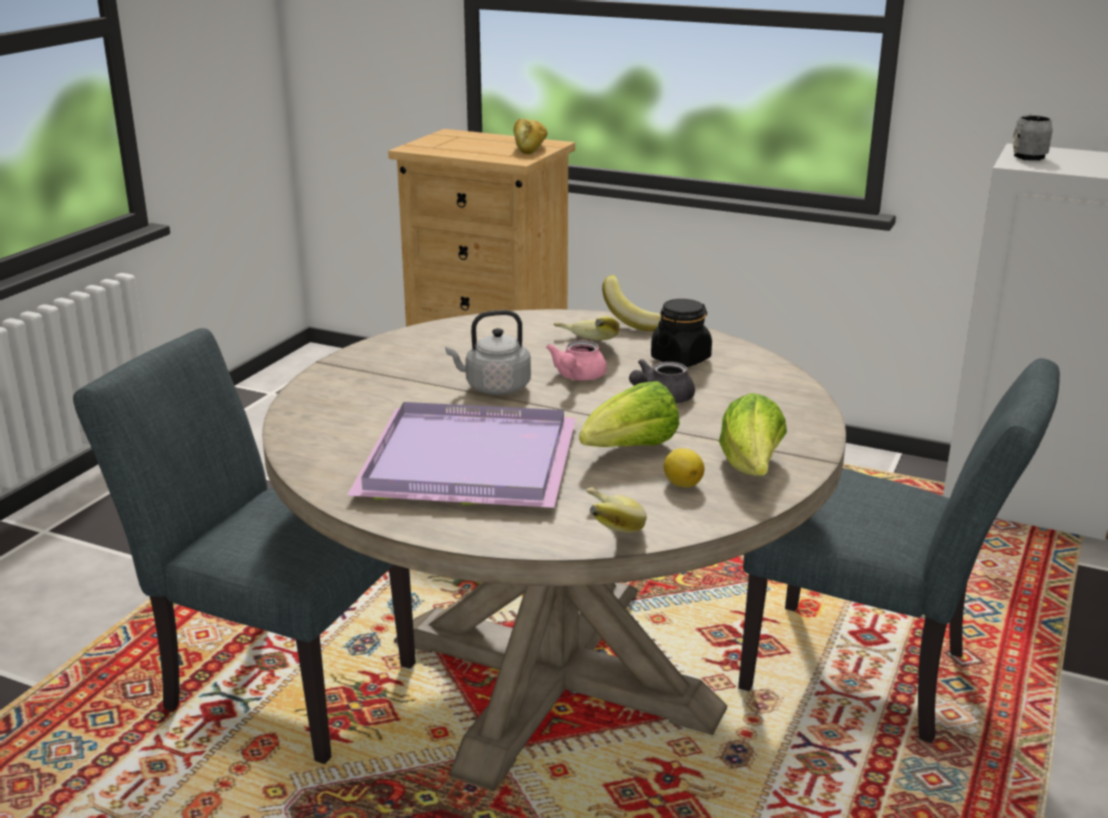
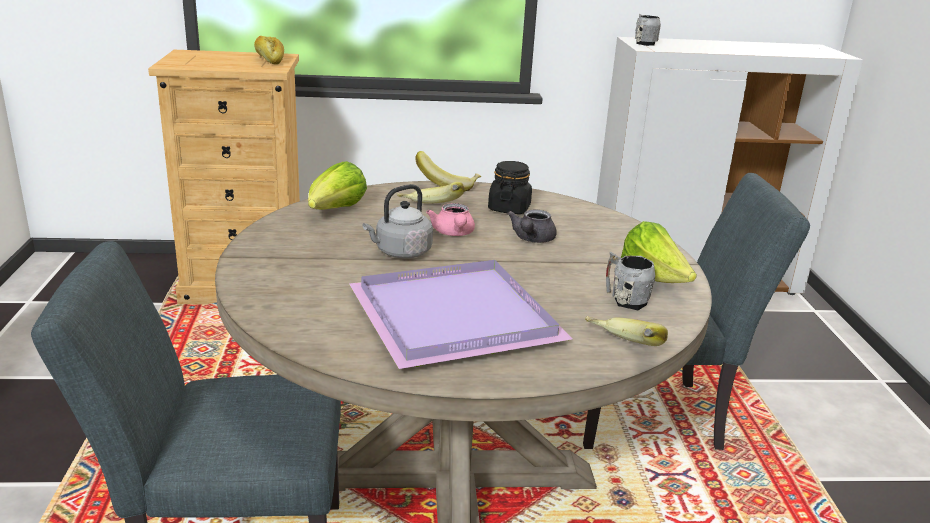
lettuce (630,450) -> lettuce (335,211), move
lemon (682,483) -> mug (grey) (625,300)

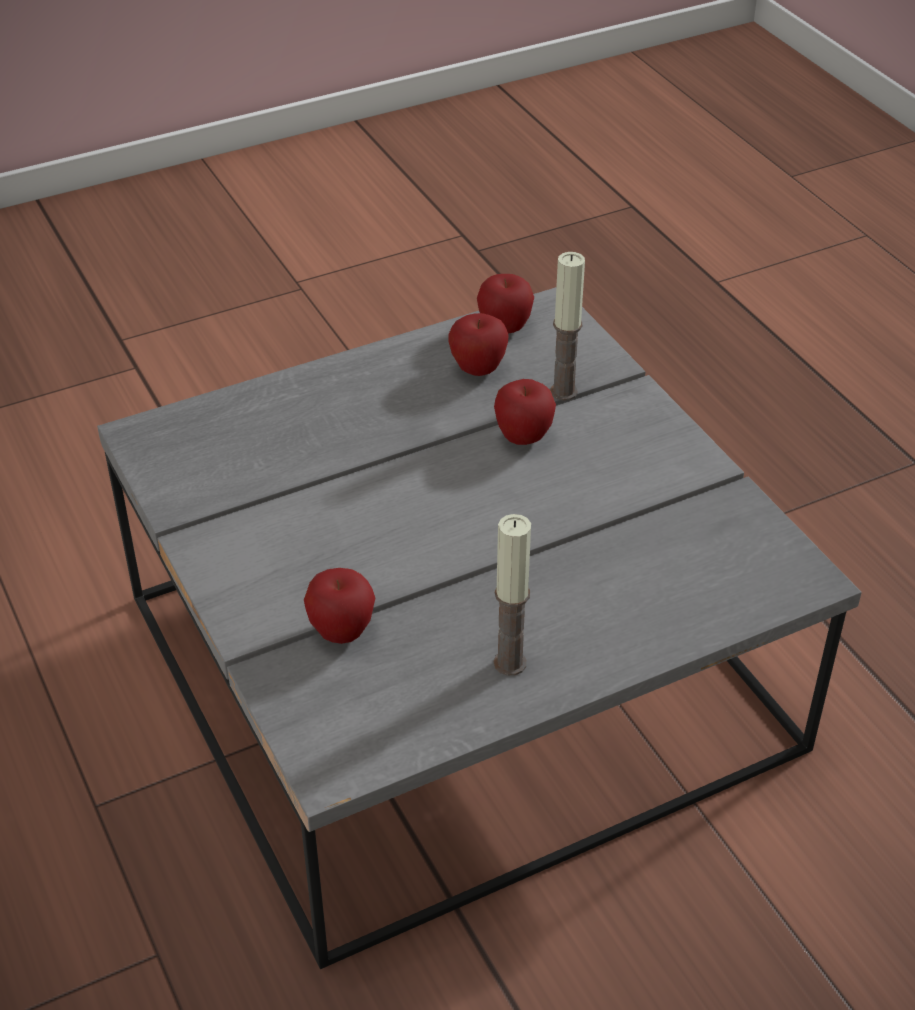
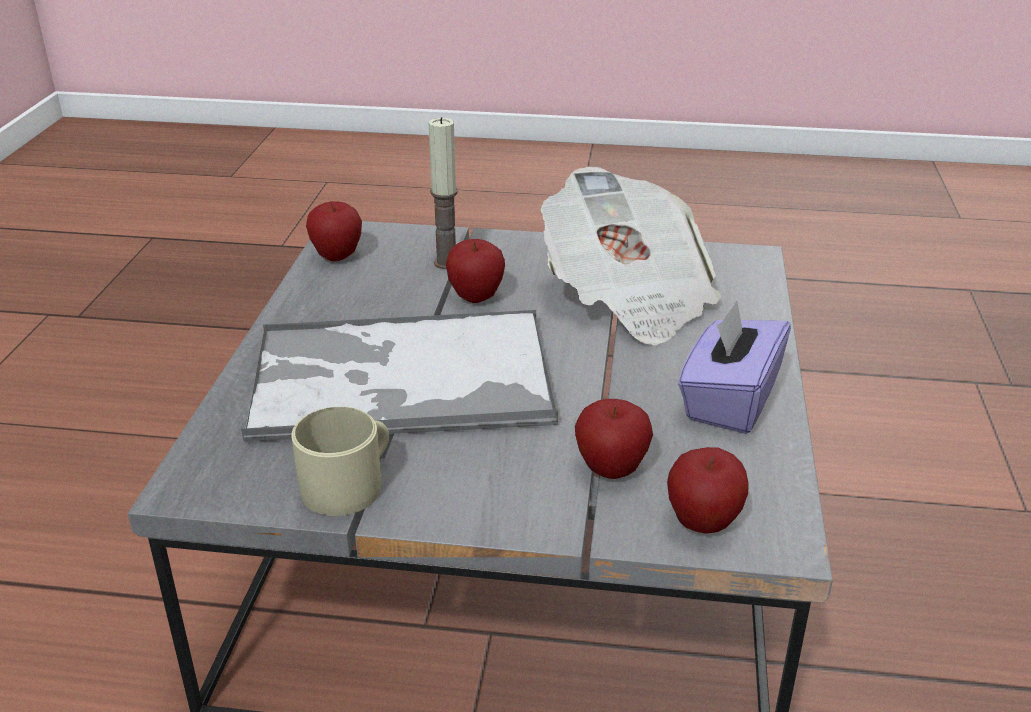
none -> tray (399,379)
none -> mug (beige) (349,484)
none -> newspaper (628,297)
apple (478,369) -> apple (703,523), move
candle (510,663) -> tissue box (purple) (729,401)

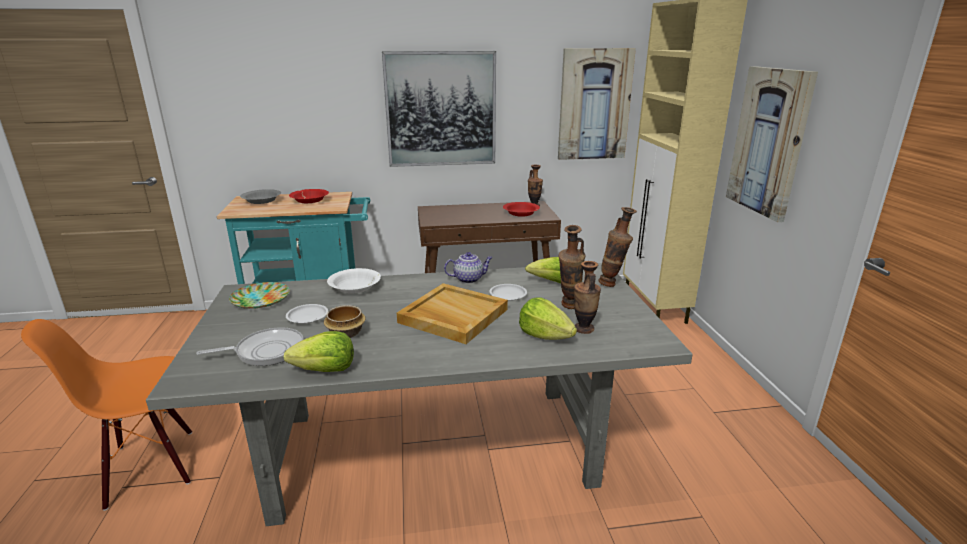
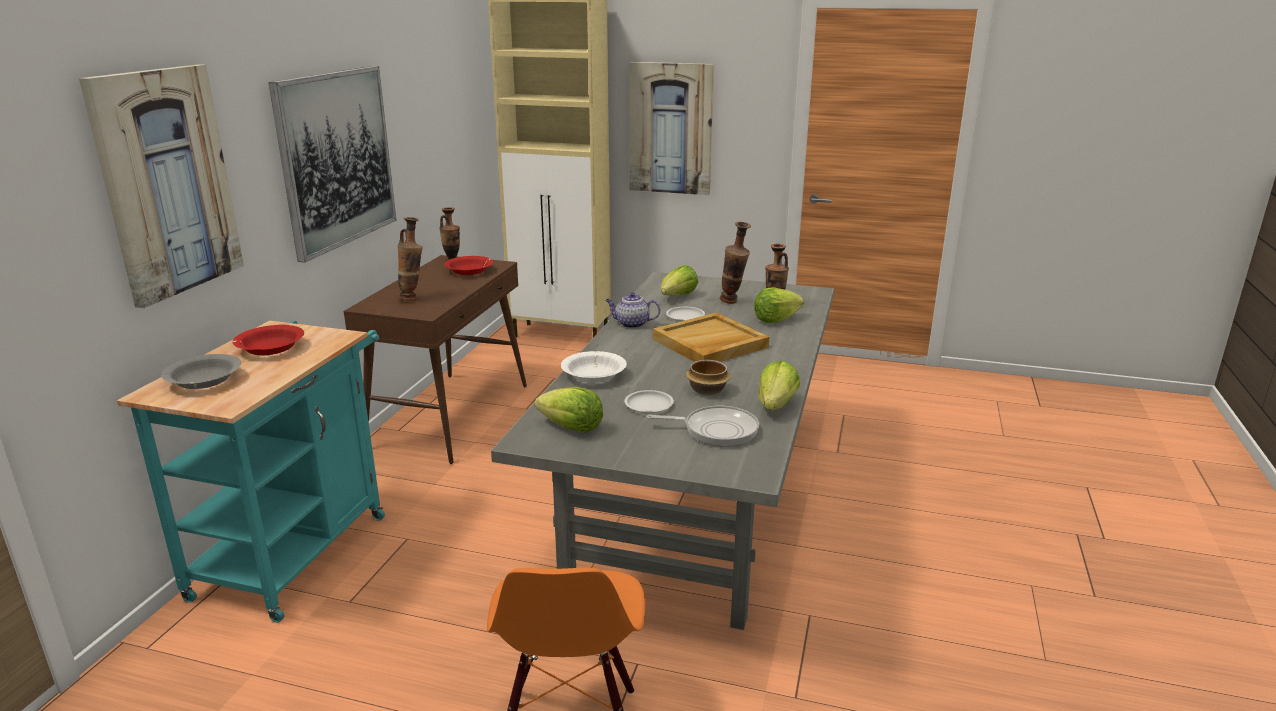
picture (594,105) -> picture (166,183), move
vase (613,285) -> vase (413,299), move
plate (260,299) -> lettuce (571,428)
frying pan (266,351) -> frying pan (716,430), 90 degrees clockwise
teapot (469,279) -> teapot (631,324), 90 degrees counterclockwise

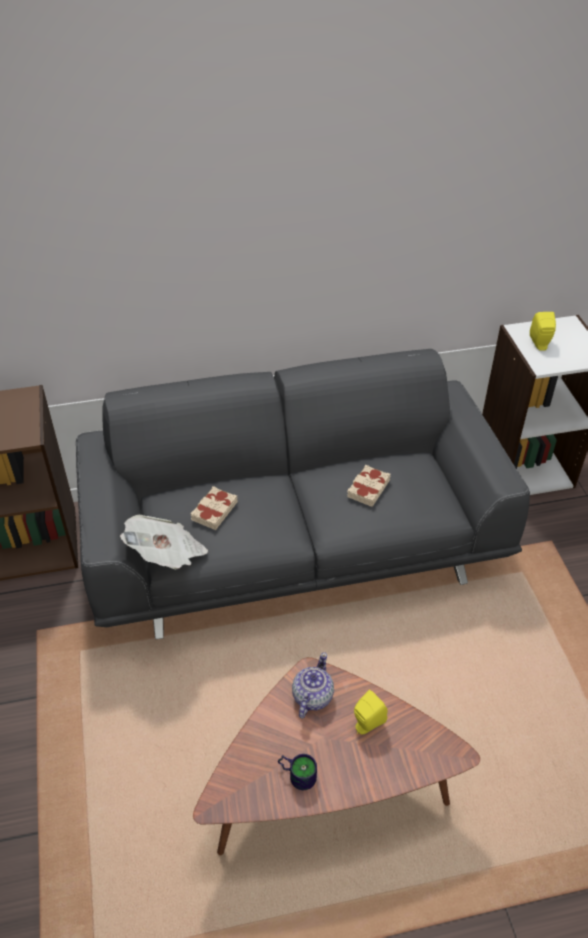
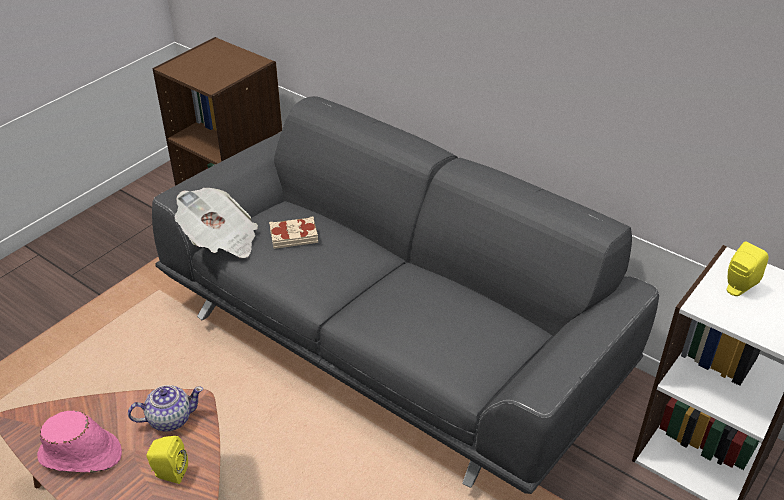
book (beige) (368,488) -> none
mug (297,773) -> hat (pink) (81,455)

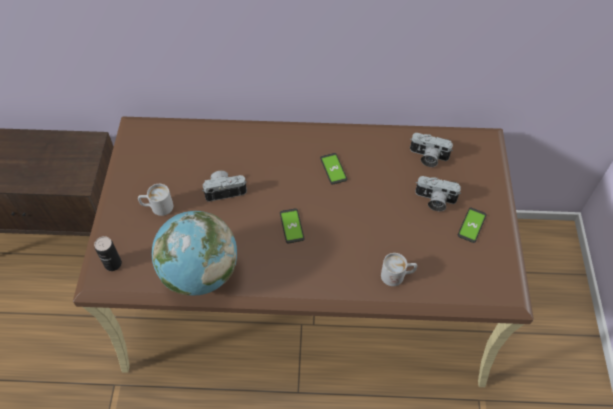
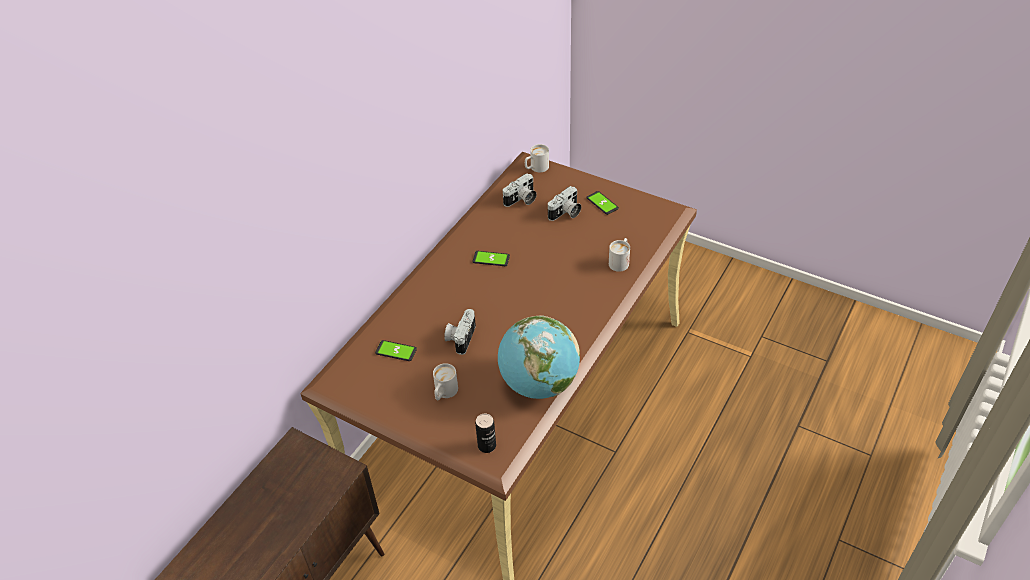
none -> mug (white) (536,168)
phone (291,226) -> phone (396,351), move

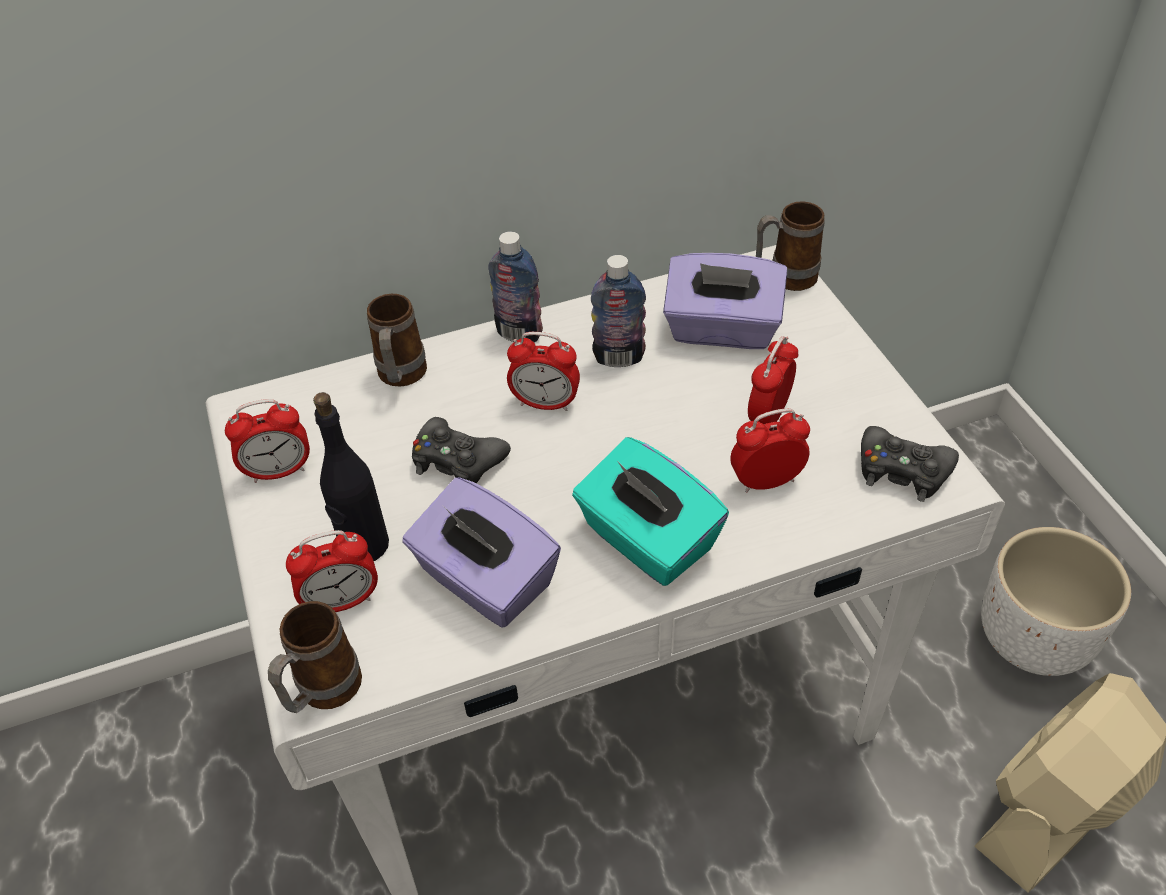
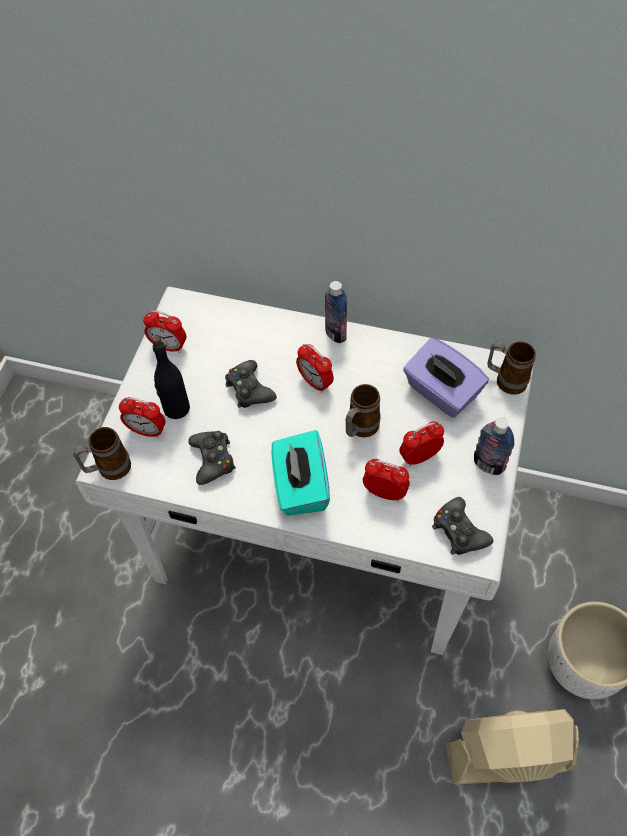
mug (401,378) -> mug (359,429), move
bottle (619,357) -> bottle (488,465), move
tissue box (purple) (485,581) -> game controller (black) (213,460)

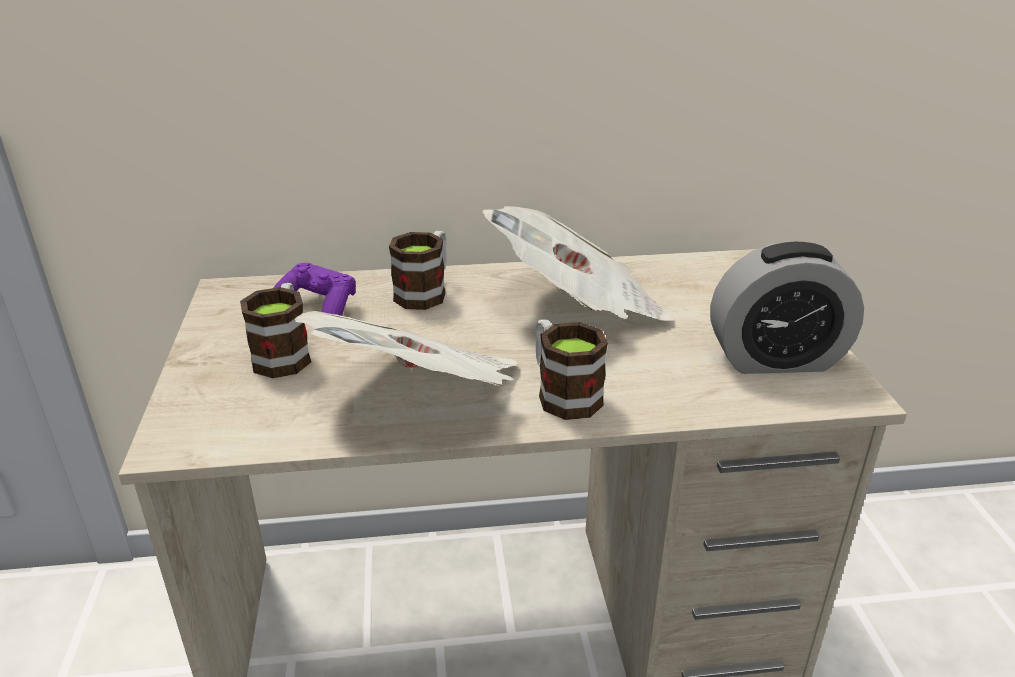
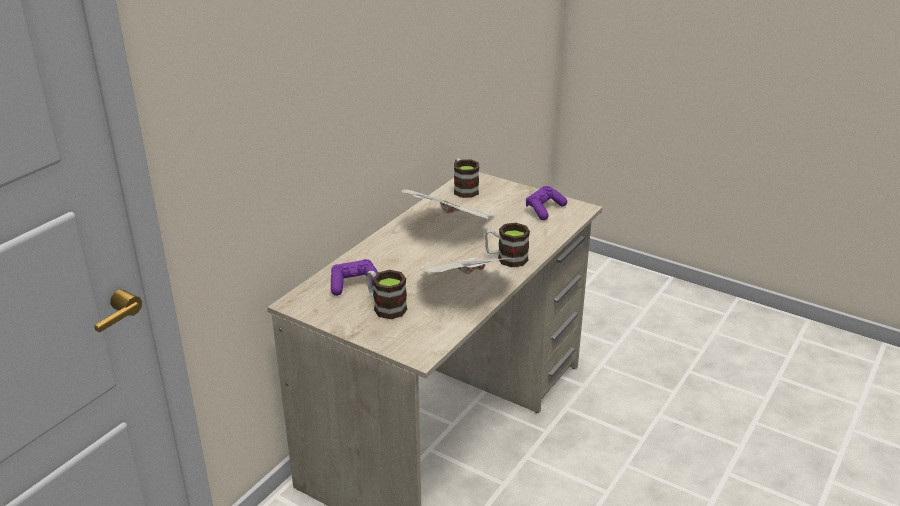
mug (426,292) -> mug (463,189), move
alarm clock (775,359) -> game controller (purple) (544,209)

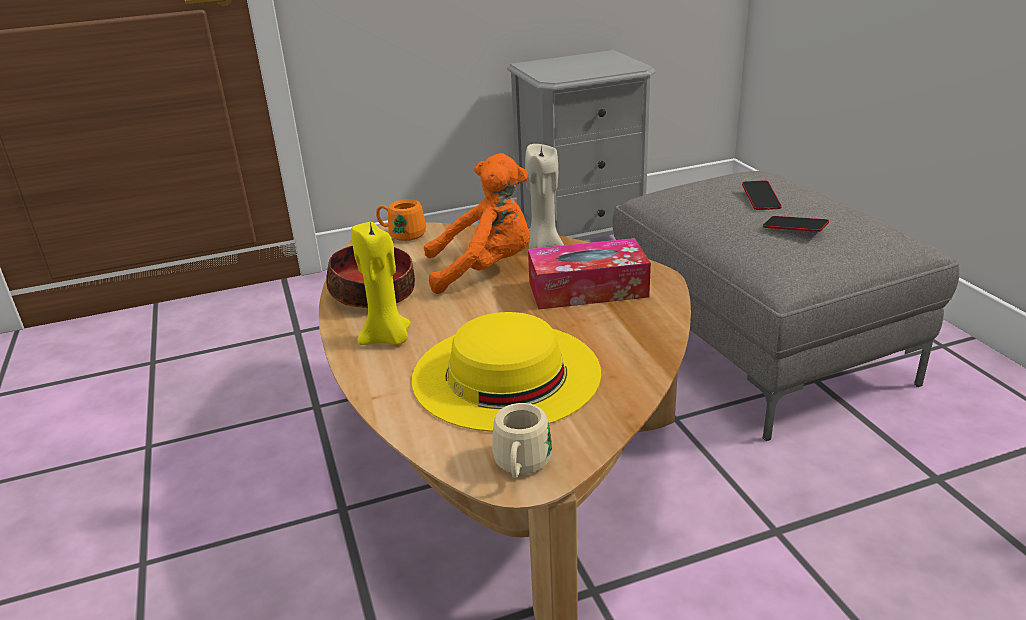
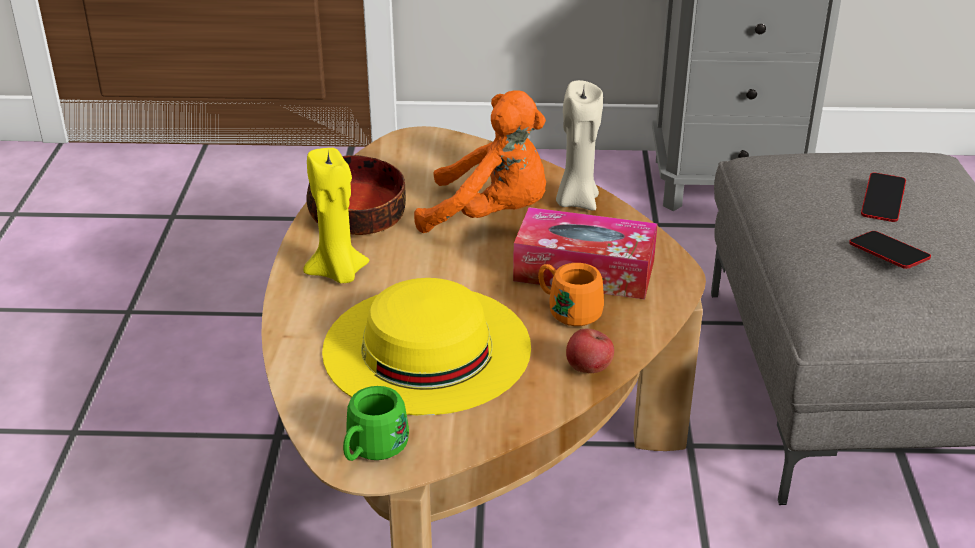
none -> apple (588,368)
mug (orange) (402,235) -> mug (orange) (568,310), move
mug (beige) (521,466) -> mug (green) (372,450)

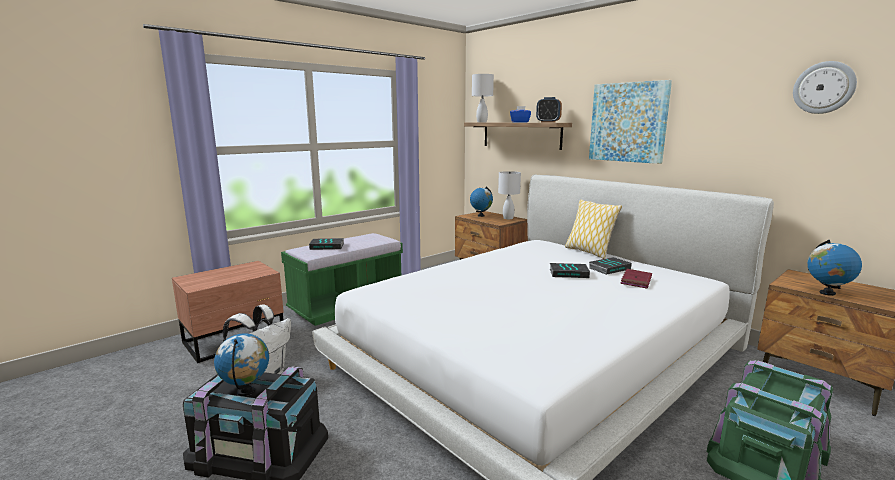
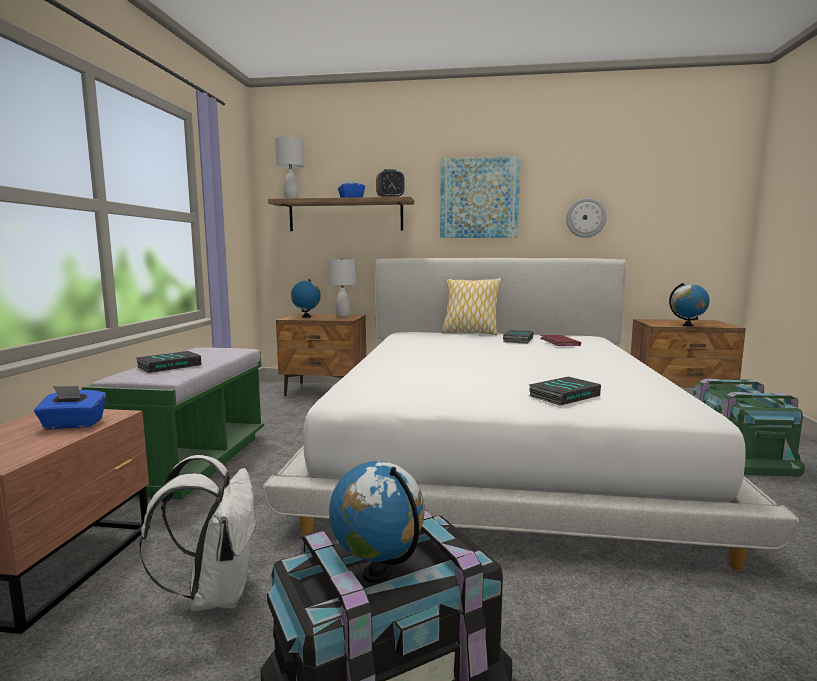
none -> tissue box (blue) (73,425)
book (569,273) -> book (563,395), move
wall clock (823,87) -> wall clock (586,218), move

